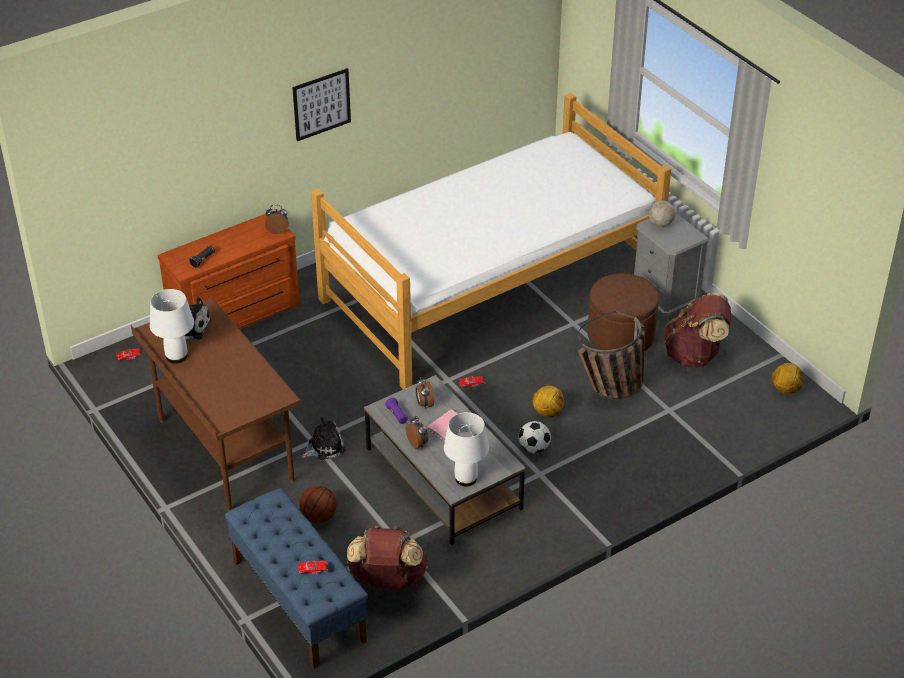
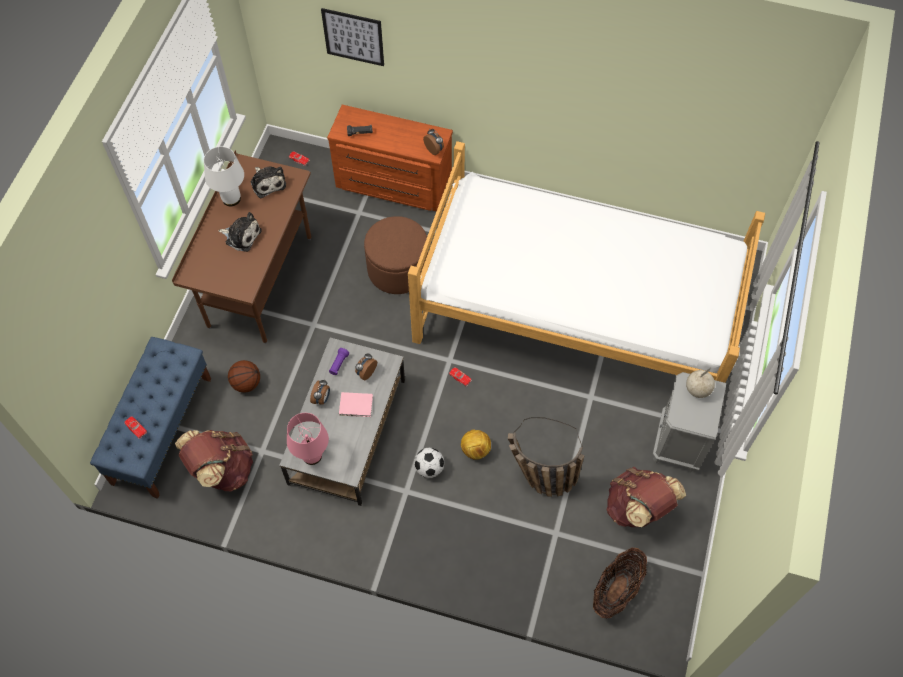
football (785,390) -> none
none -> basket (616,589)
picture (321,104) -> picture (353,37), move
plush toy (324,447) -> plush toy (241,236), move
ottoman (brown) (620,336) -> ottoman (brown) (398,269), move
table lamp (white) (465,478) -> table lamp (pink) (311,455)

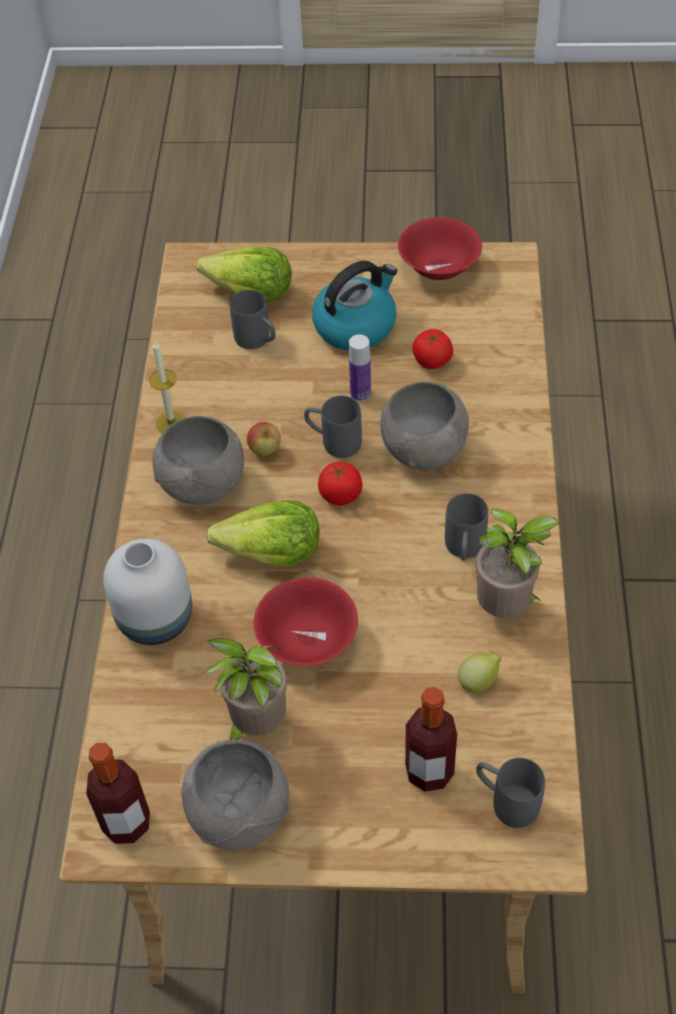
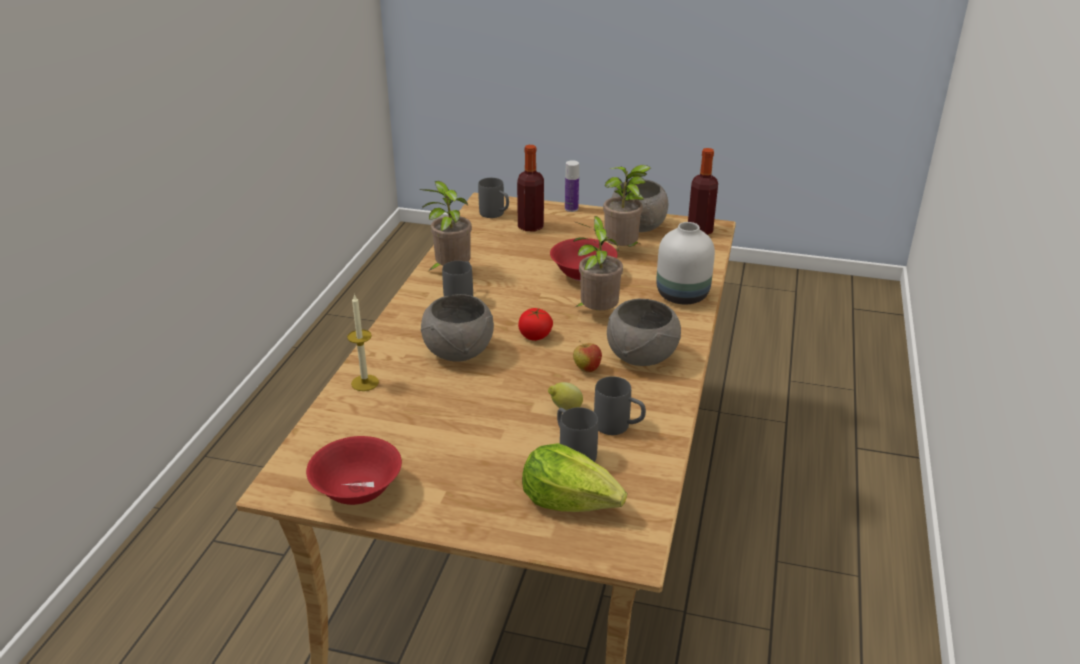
kettle (355,326) -> none
tomato (431,361) -> none
candle (171,422) -> candle (365,383), move
mug (grey) (333,441) -> mug (grey) (619,427), move
bottle (360,394) -> bottle (571,209), move
lemon (479,681) -> lemon (565,409), move
lettuce (271,553) -> potted plant (596,314)

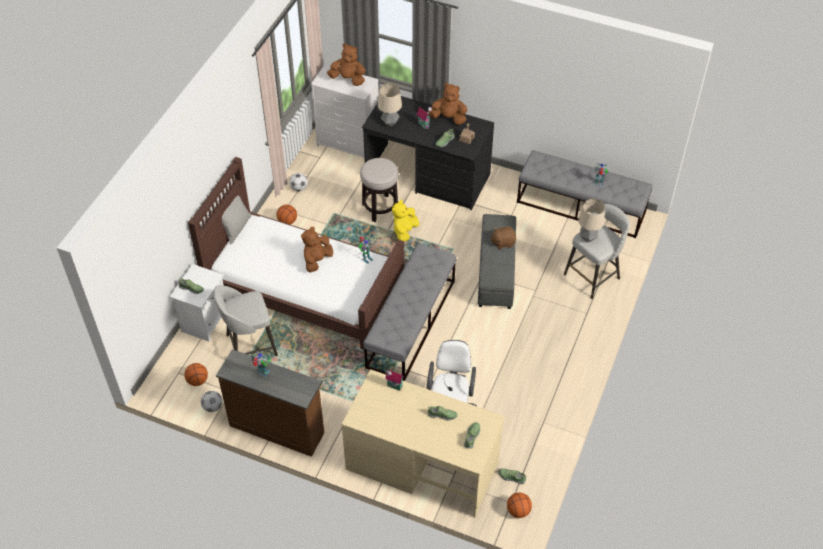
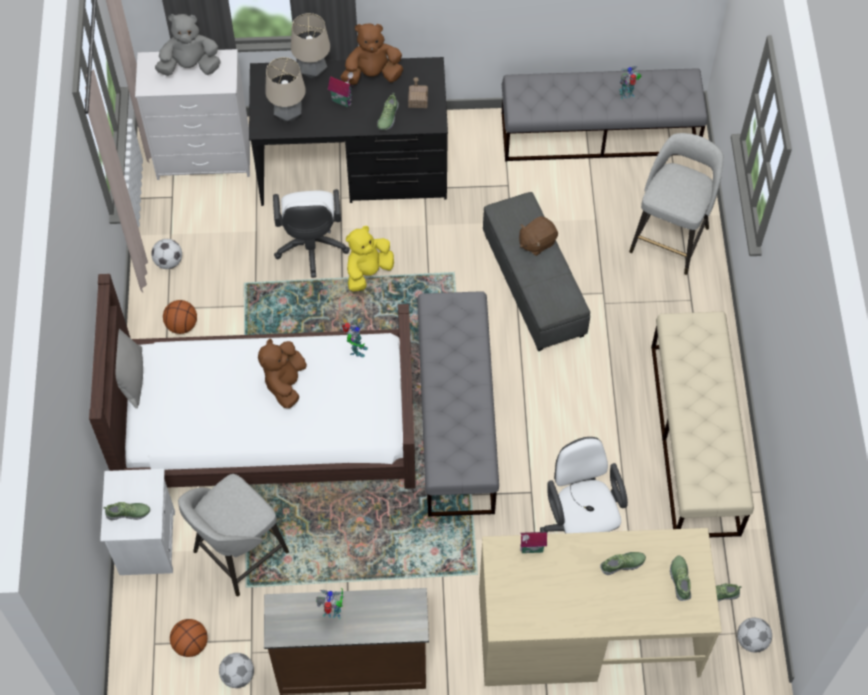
none -> bench (beige) (695,439)
table lamp (588,237) -> table lamp (312,71), move
stool (380,208) -> office chair (white) (311,248)
basketball (518,510) -> football (751,640)
plush toy (brown) (348,79) -> plush toy (grey) (190,66)
plush toy (yellow) (405,231) -> plush toy (yellow) (368,272), 45 degrees clockwise

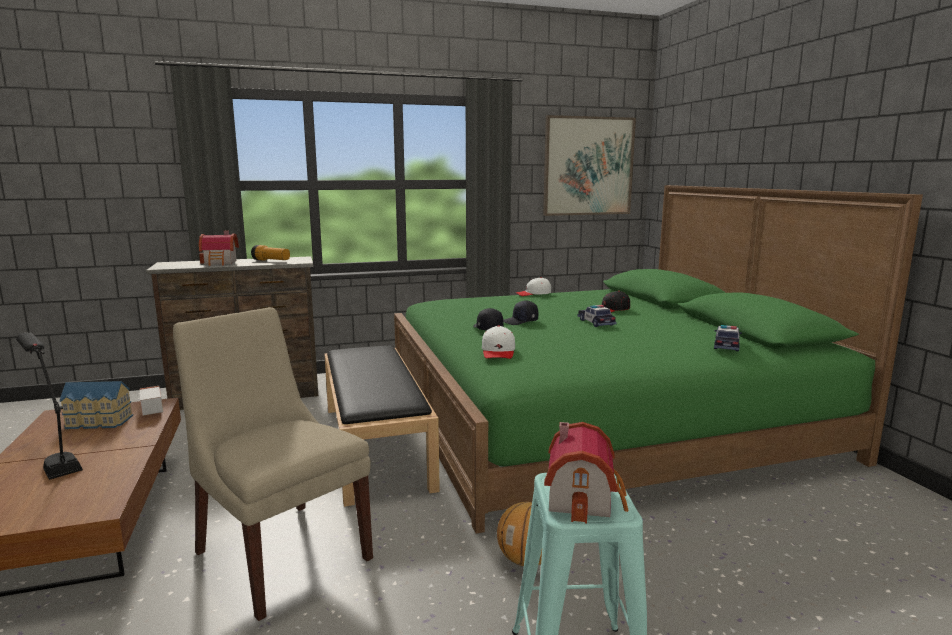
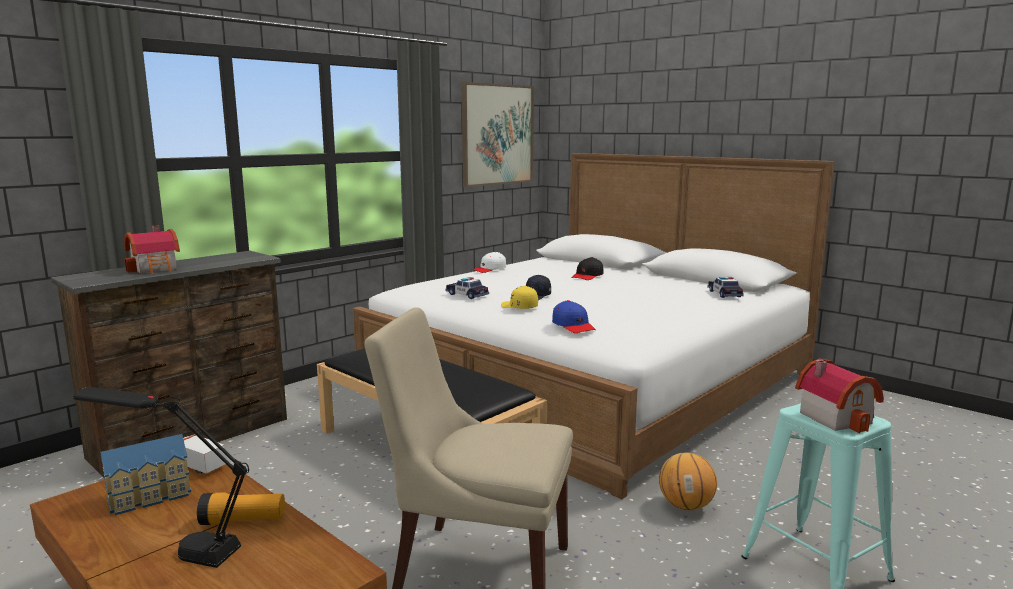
flashlight (271,261) -> flashlight (243,521), move
toy car (596,322) -> toy car (467,295), move
bed (green) (597,416) -> bed (white) (590,380)
cap (black) (487,328) -> cap (yellow) (519,307)
cap (white) (498,351) -> cap (blue) (573,326)

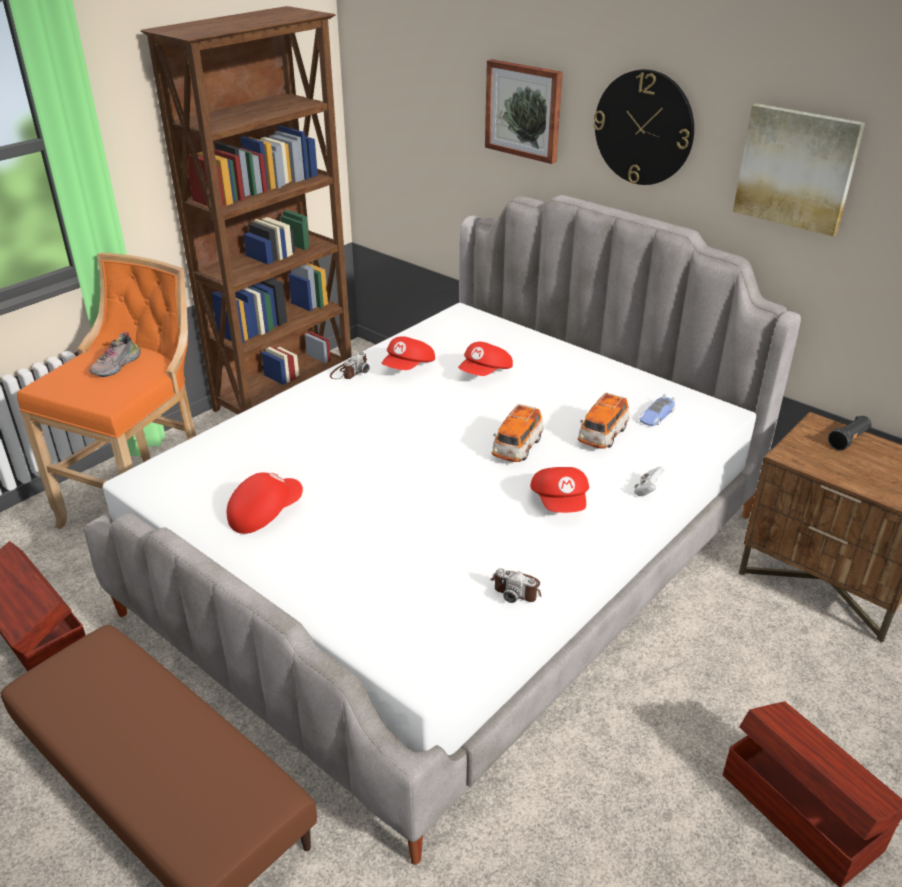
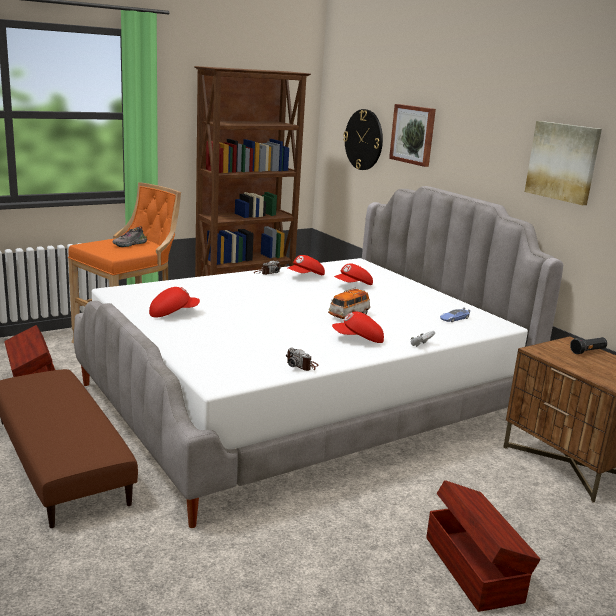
toy car (602,435) -> none
wall clock (644,128) -> wall clock (364,139), move
cap (red) (560,502) -> cap (red) (358,340), 75 degrees clockwise

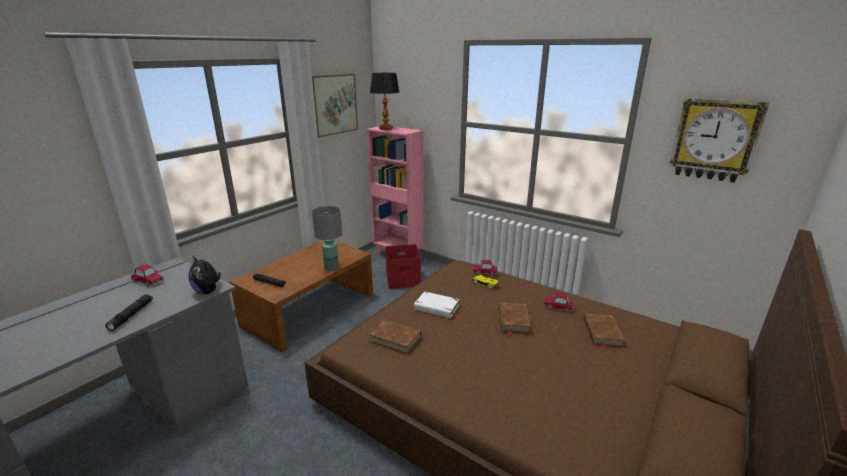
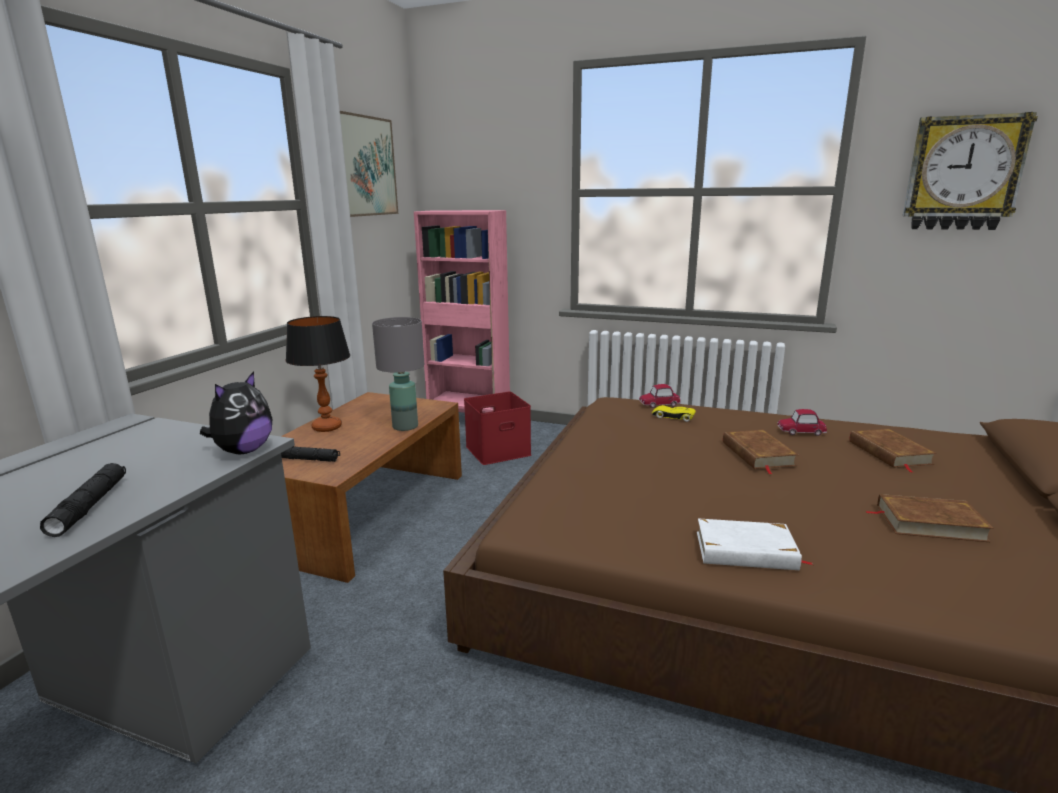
toy car (148,281) -> none
book (brown) (395,338) -> book (brown) (929,523), move
table lamp (386,129) -> table lamp (327,427), move
book (white) (436,307) -> book (white) (746,551), move
plush toy (208,291) -> plush toy (243,451), 90 degrees counterclockwise

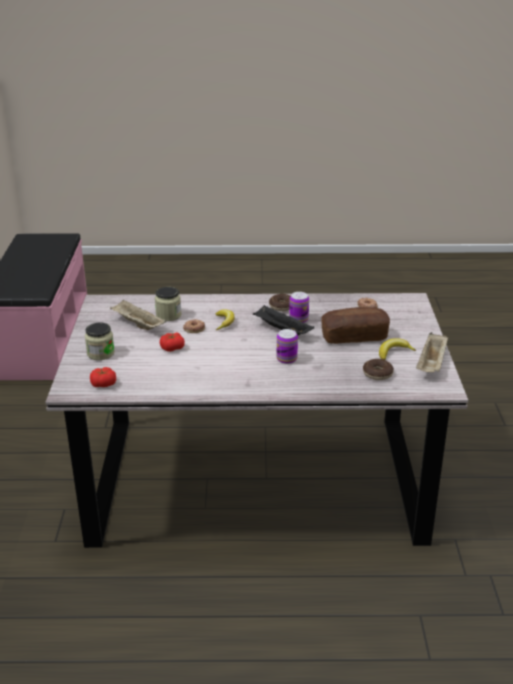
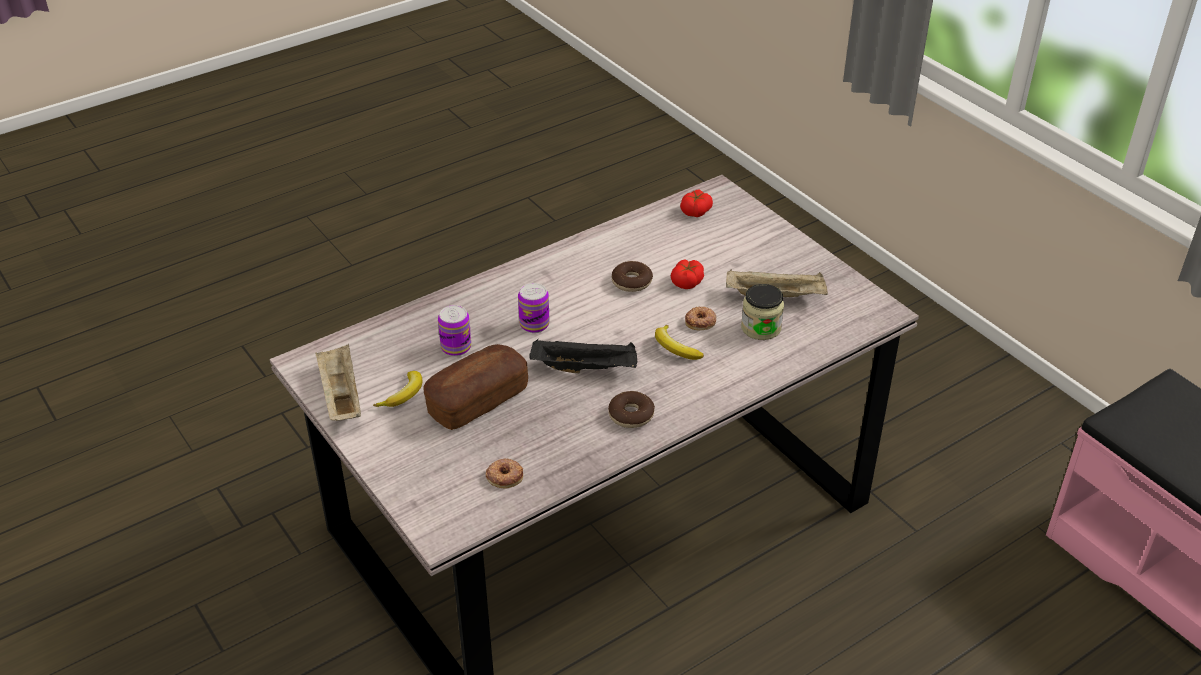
jar (100,353) -> none
can (298,319) -> can (456,347), move
donut (377,374) -> donut (632,282), move

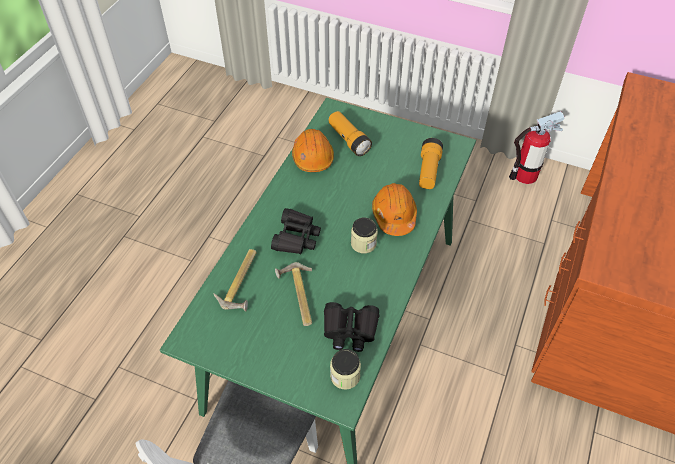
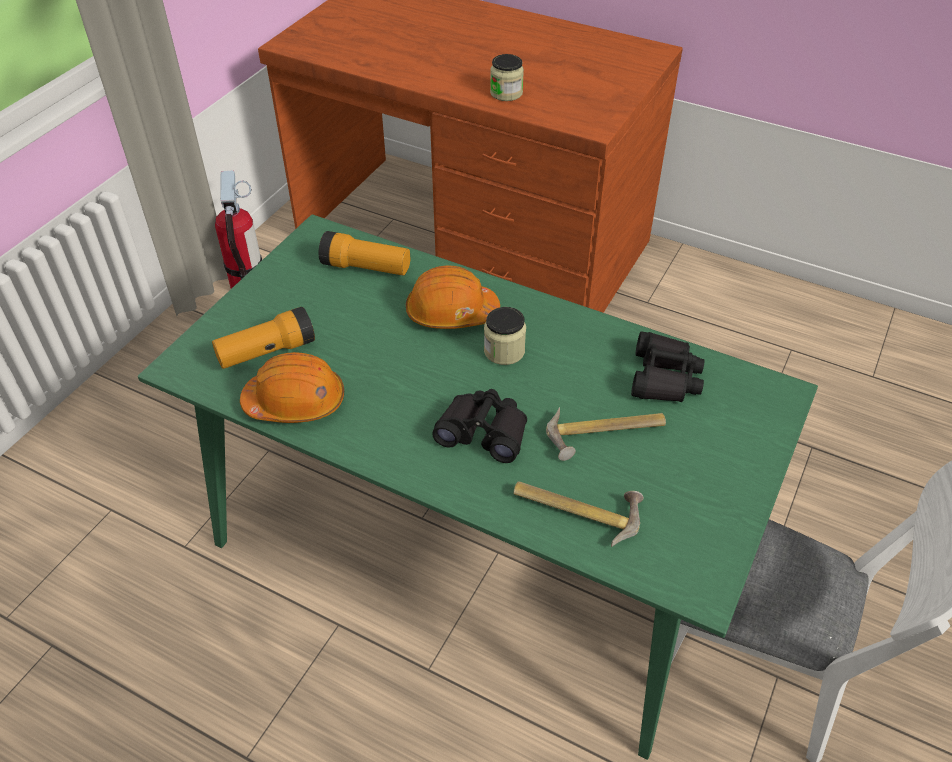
jar (345,376) -> jar (506,93), move

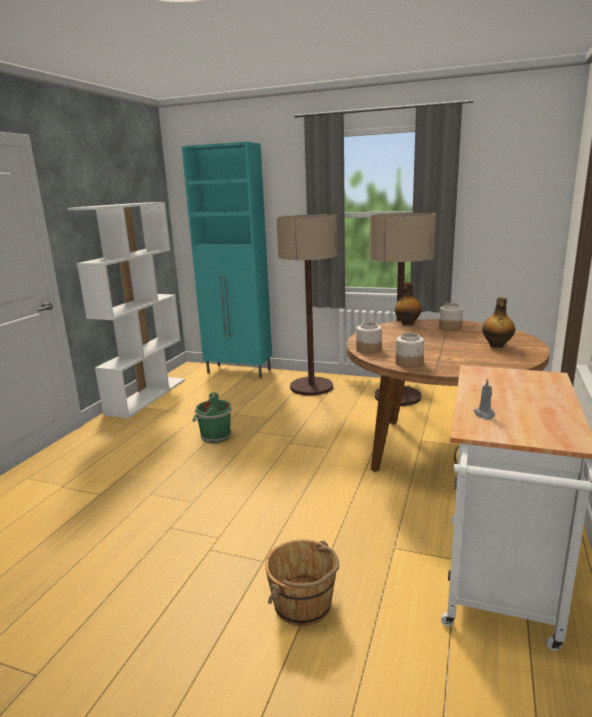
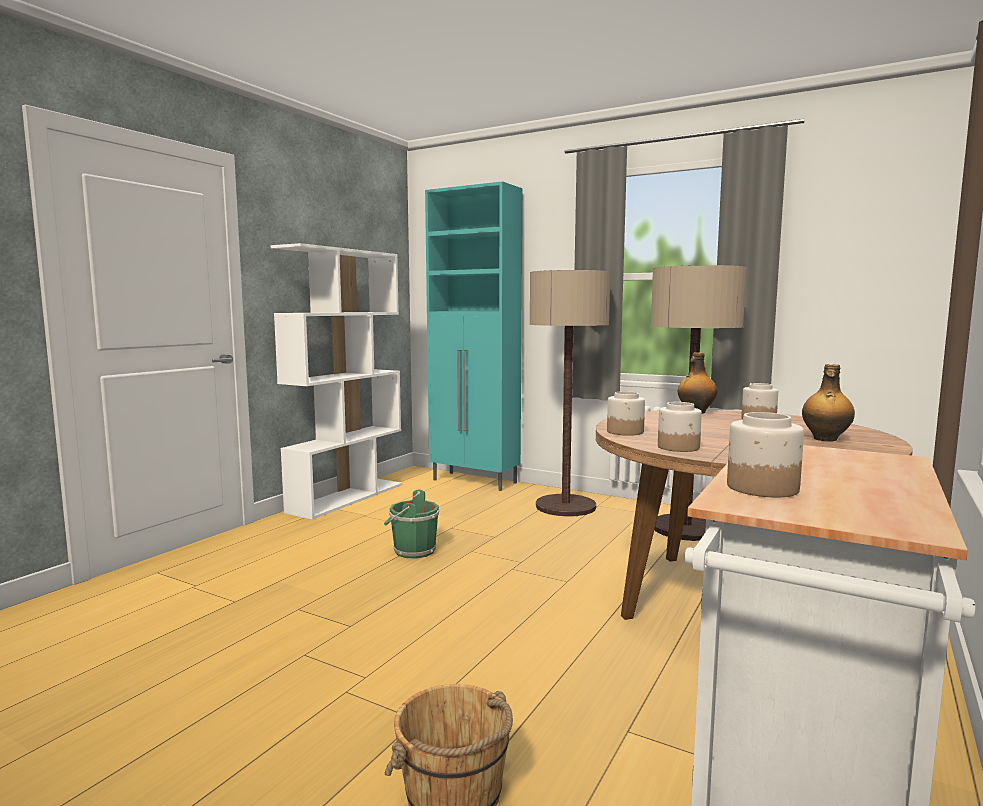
candle (grey) (484,414) -> jar (761,488)

